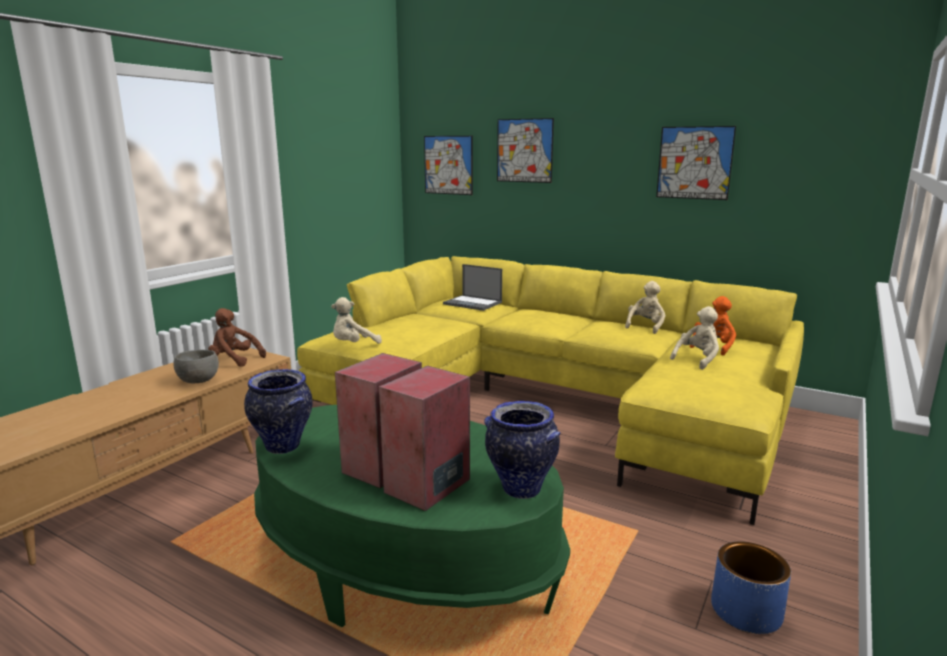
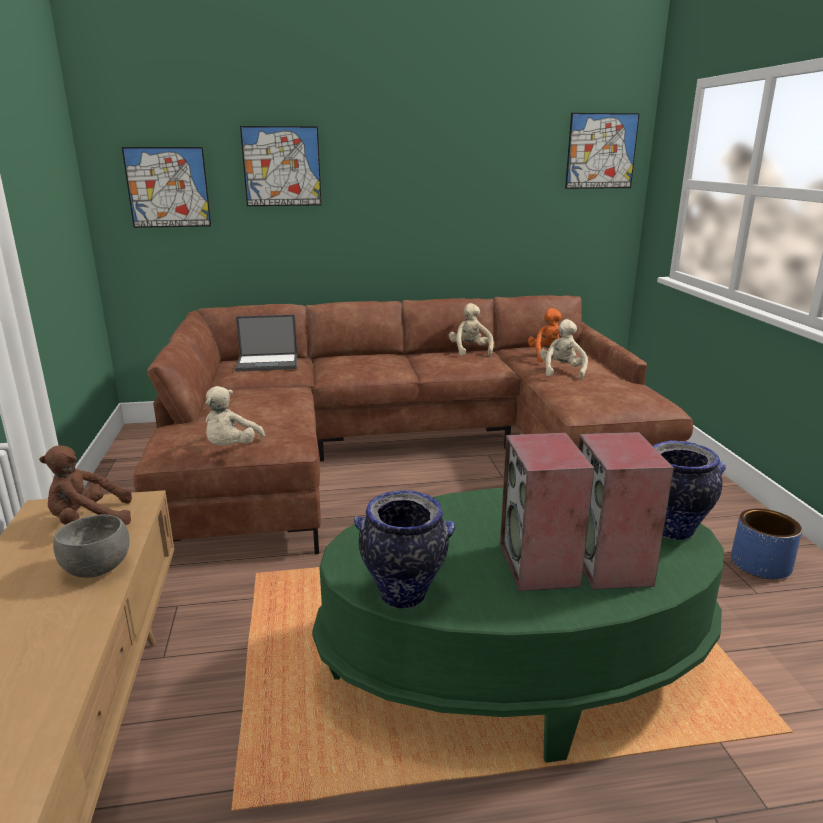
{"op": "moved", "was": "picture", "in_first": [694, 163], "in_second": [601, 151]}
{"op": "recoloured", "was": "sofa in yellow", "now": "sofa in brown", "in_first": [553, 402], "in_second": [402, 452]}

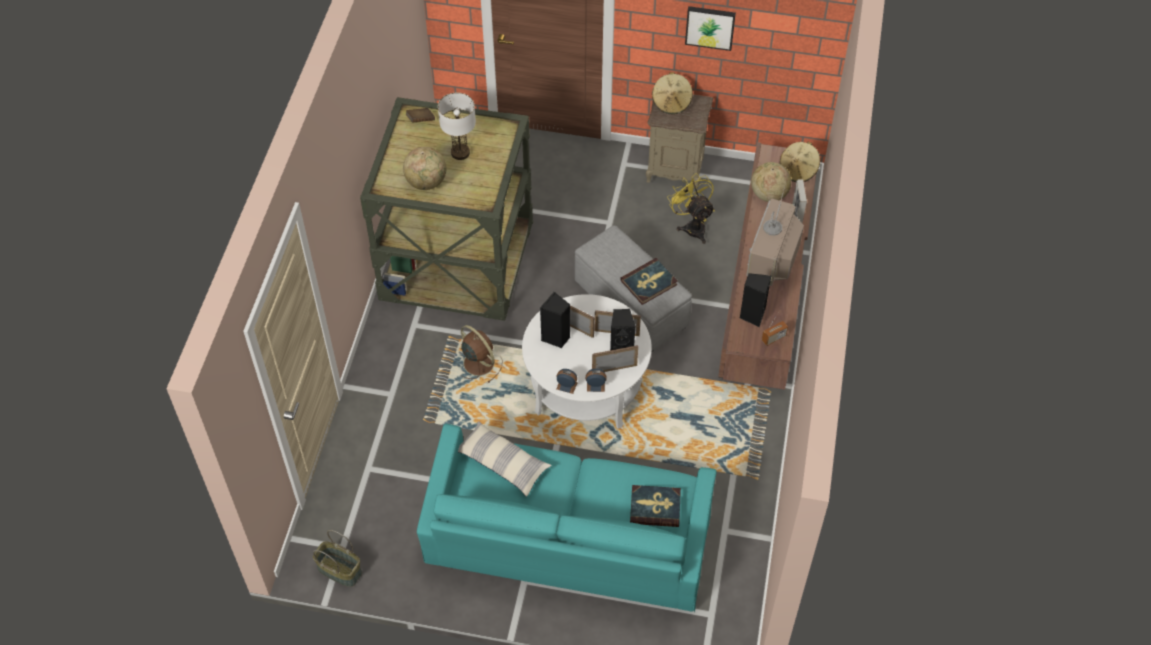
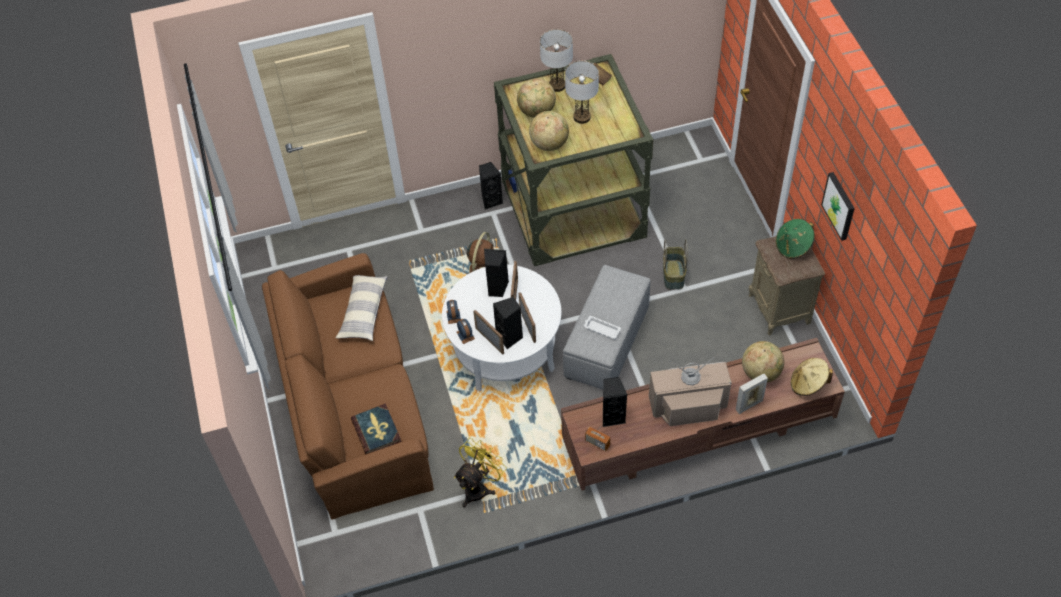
{"op": "recoloured", "was": "hat in beige", "now": "hat in green", "in_first": [671, 102], "in_second": [793, 246]}
{"op": "moved", "was": "fan in yellow", "in_first": [692, 226], "in_second": [479, 487]}
{"op": "replaced", "was": "book", "now": "tray in white", "in_first": [649, 283], "in_second": [601, 329]}
{"op": "recoloured", "was": "sofa in turquoise", "now": "sofa in brown", "in_first": [567, 539], "in_second": [354, 402]}
{"op": "moved", "was": "basket", "in_first": [340, 570], "in_second": [674, 275]}
{"op": "added", "now": "table lamp", "in_second": [557, 85]}
{"op": "added", "now": "globe", "in_second": [549, 144]}
{"op": "added", "now": "speaker in black", "in_second": [491, 200]}

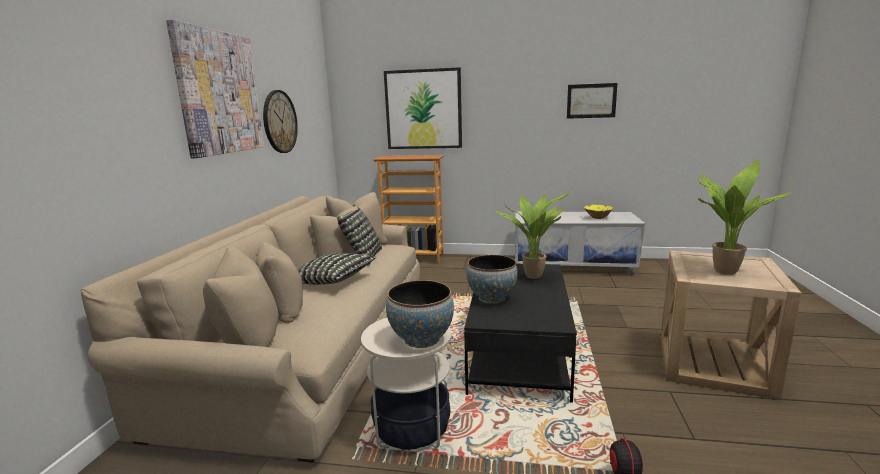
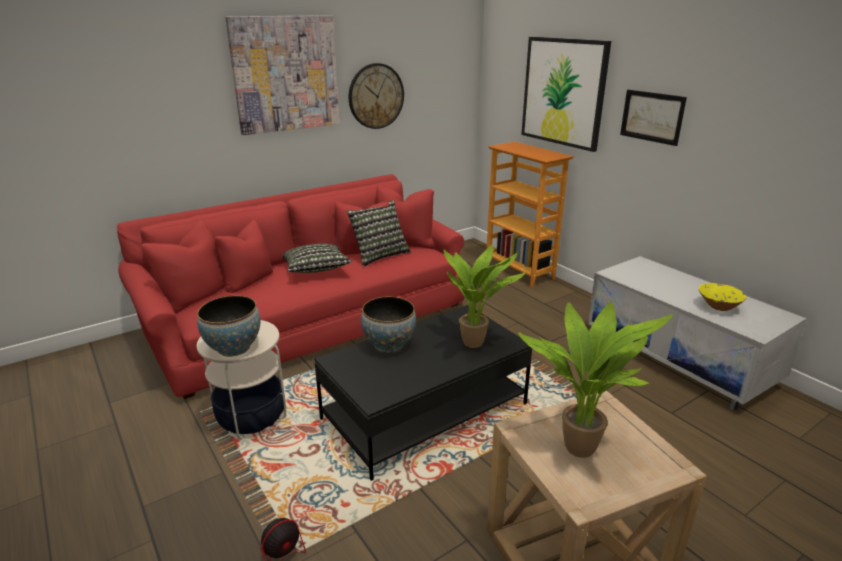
{"op": "moved", "was": "picture", "in_first": [591, 101], "in_second": [652, 116]}
{"op": "recoloured", "was": "sofa in beige", "now": "sofa in red", "in_first": [314, 344], "in_second": [311, 318]}

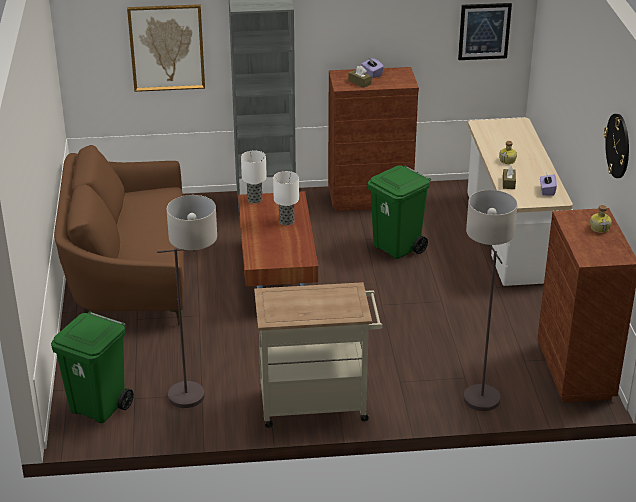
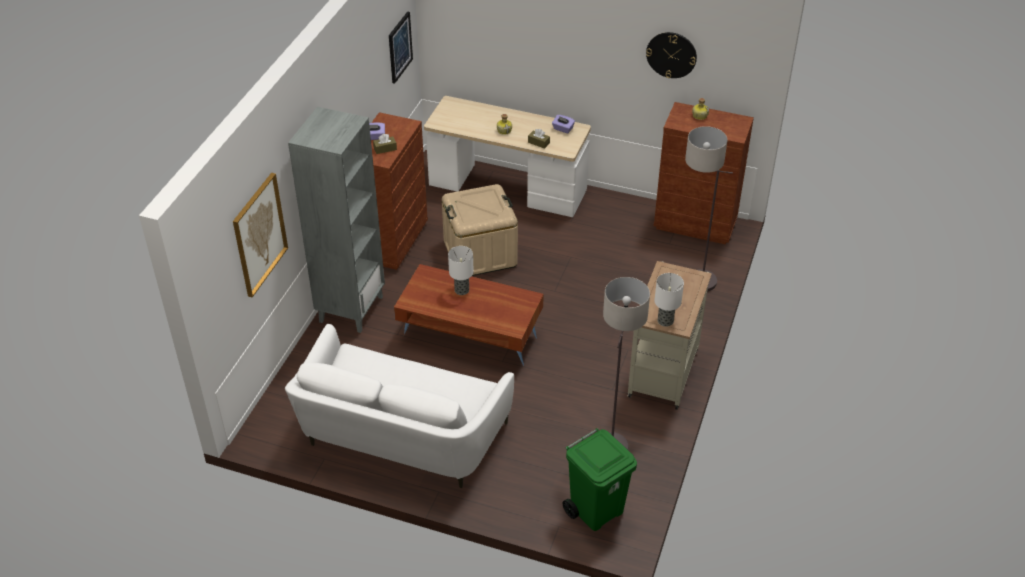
{"op": "recoloured", "was": "sofa in brown", "now": "sofa in white", "in_first": [129, 274], "in_second": [401, 436]}
{"op": "moved", "was": "table lamp", "in_first": [255, 200], "in_second": [665, 320]}
{"op": "replaced", "was": "trash can in green", "now": "storage box in beige", "in_first": [397, 248], "in_second": [480, 253]}

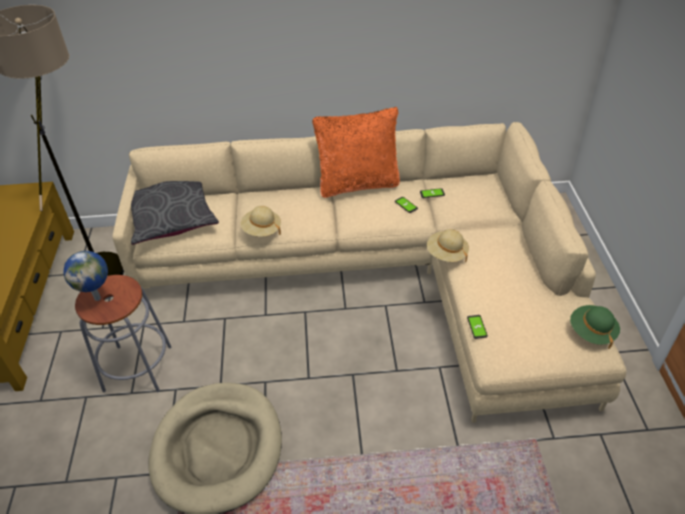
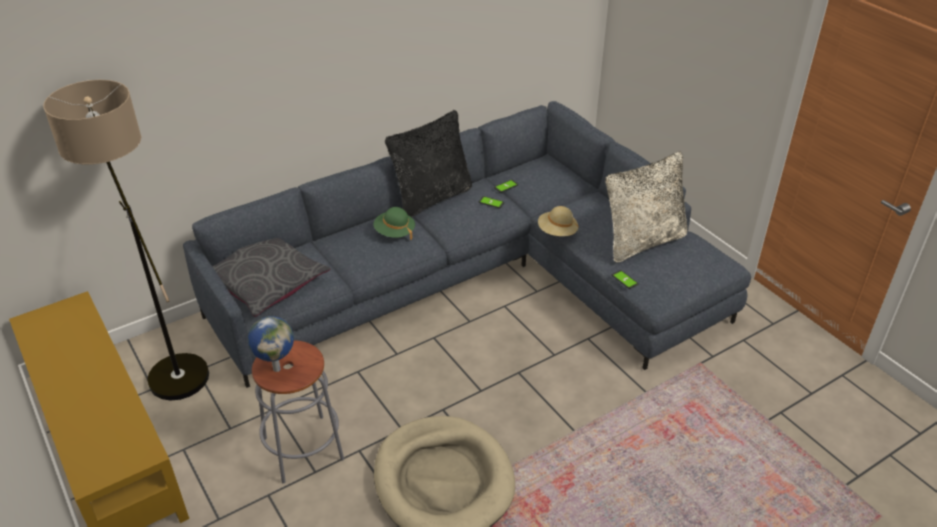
{"op": "recoloured", "was": "pillow in orange", "now": "pillow in black", "in_first": [359, 186], "in_second": [433, 199]}
{"op": "recoloured", "was": "sofa in beige", "now": "sofa in blue", "in_first": [383, 273], "in_second": [482, 279]}
{"op": "removed", "was": "hat in beige", "in_first": [261, 230]}
{"op": "moved", "was": "hat in green", "in_first": [591, 332], "in_second": [394, 232]}
{"op": "added", "now": "pillow in beige", "in_second": [643, 243]}

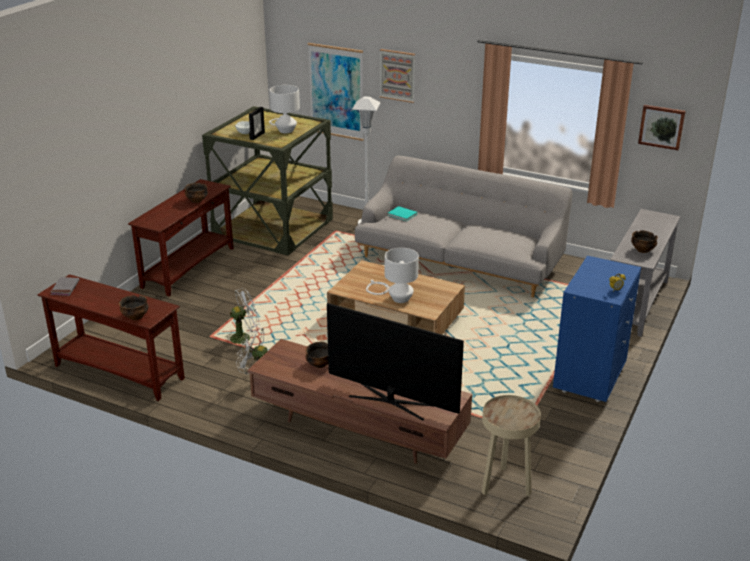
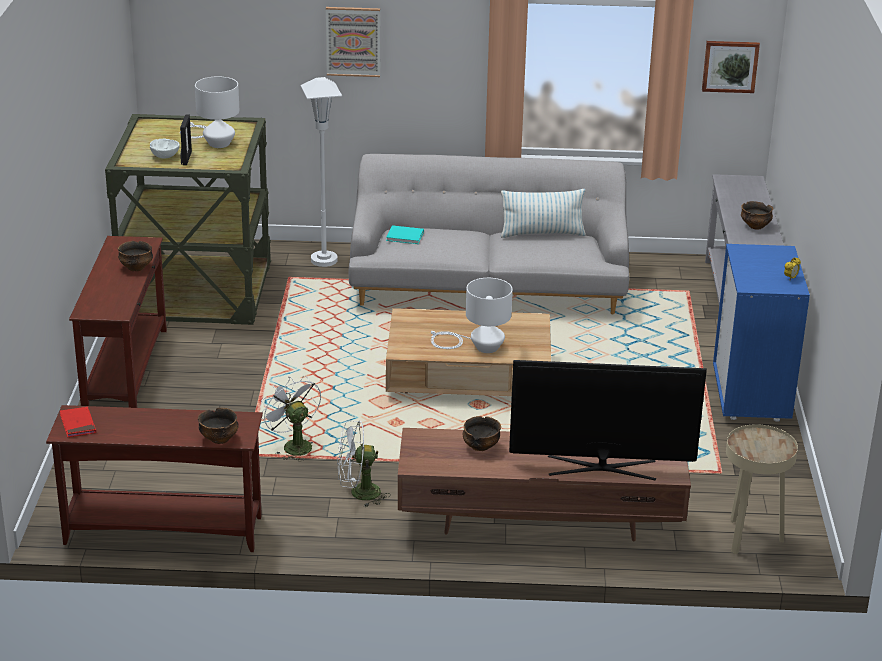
{"op": "removed", "was": "picture", "in_first": [336, 91]}
{"op": "recoloured", "was": "book in grey", "now": "book in red", "in_first": [65, 288], "in_second": [78, 424]}
{"op": "turned", "was": "fan in white", "in_first": [244, 337], "in_second": [293, 445], "clockwise": -75}
{"op": "added", "now": "pillow", "in_second": [542, 234]}

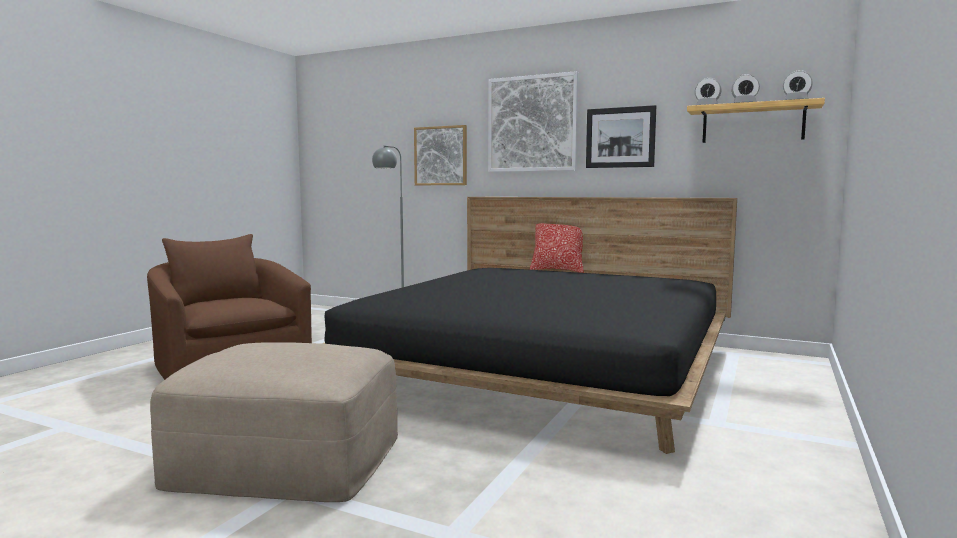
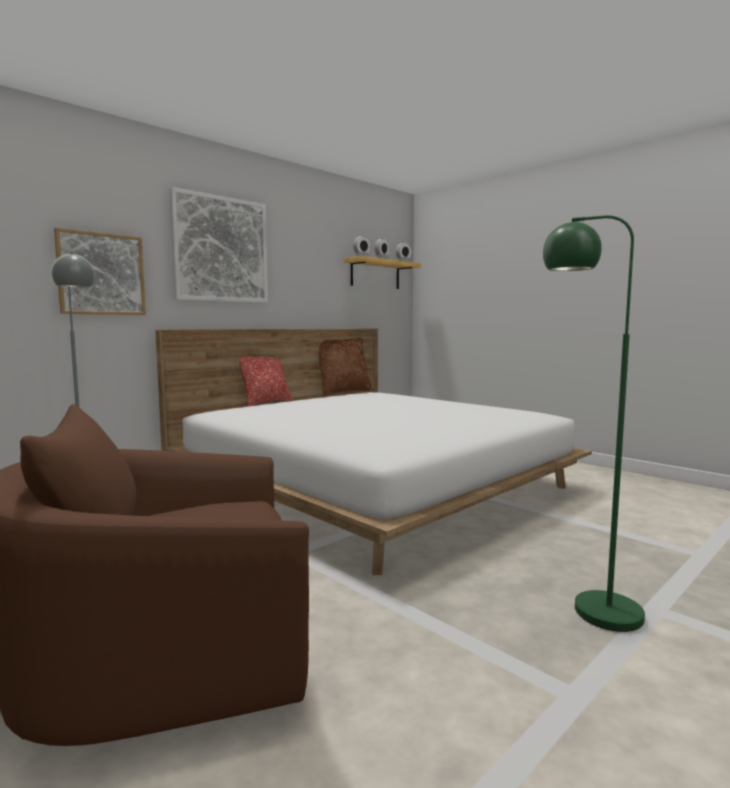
{"op": "removed", "was": "picture", "in_first": [620, 137]}
{"op": "recoloured", "was": "bed in black", "now": "bed in white", "in_first": [542, 369], "in_second": [375, 486]}
{"op": "replaced", "was": "ottoman in beige", "now": "floor lamp in green", "in_first": [286, 459], "in_second": [586, 609]}
{"op": "added", "now": "pillow in brown", "in_second": [344, 393]}

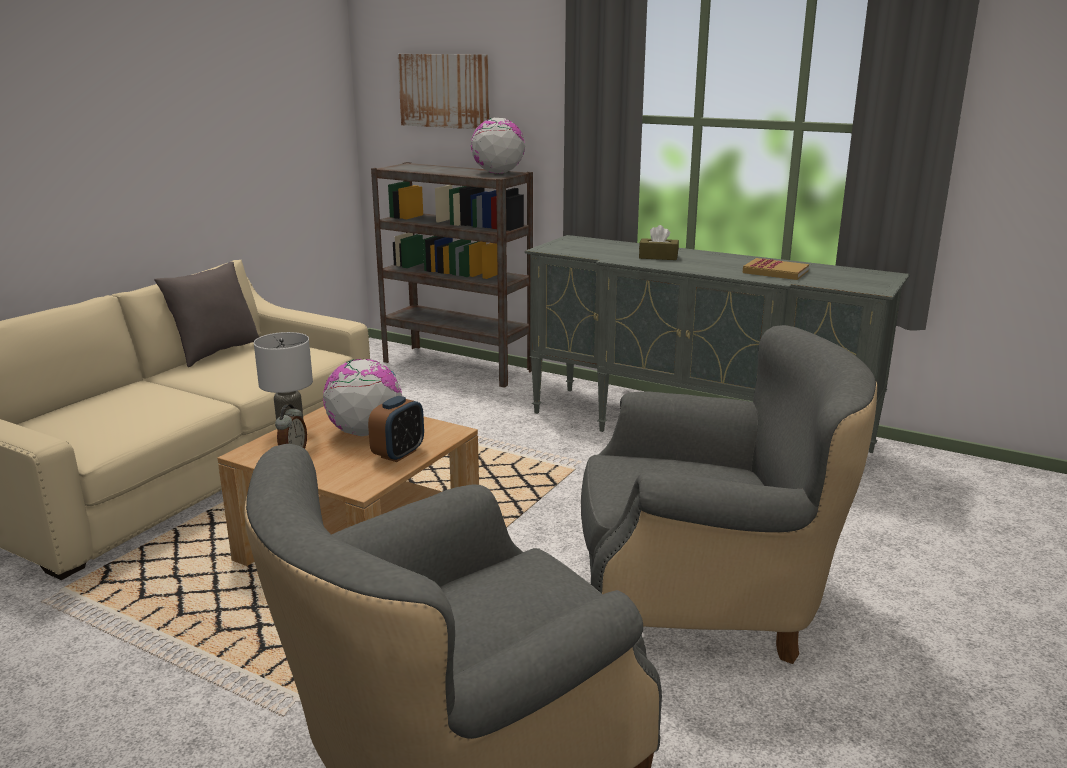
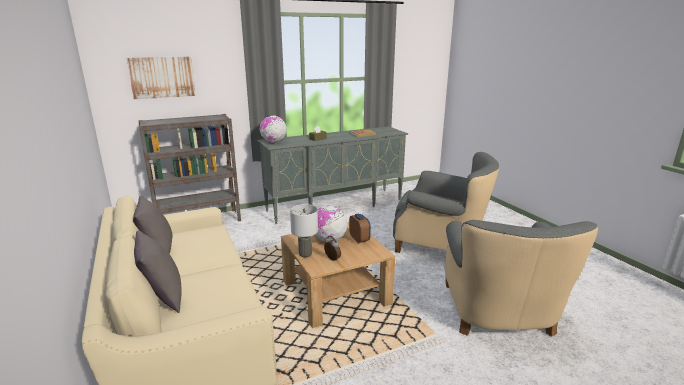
{"op": "moved", "was": "globe", "in_first": [498, 173], "in_second": [273, 142]}
{"op": "turned", "was": "armchair in grey", "in_first": [704, 600], "in_second": [439, 244], "clockwise": 75}
{"op": "added", "now": "pillow in grey", "in_second": [163, 298]}

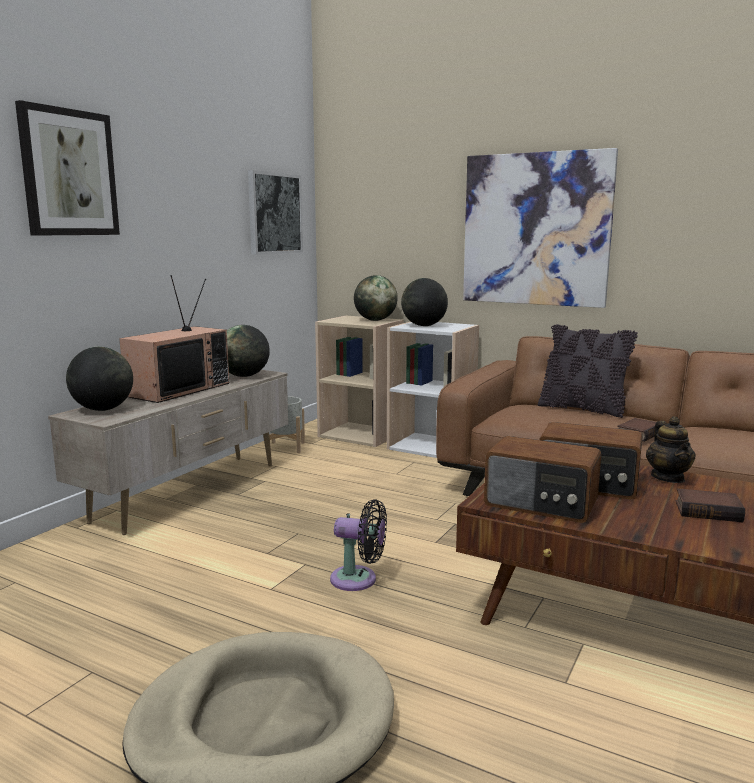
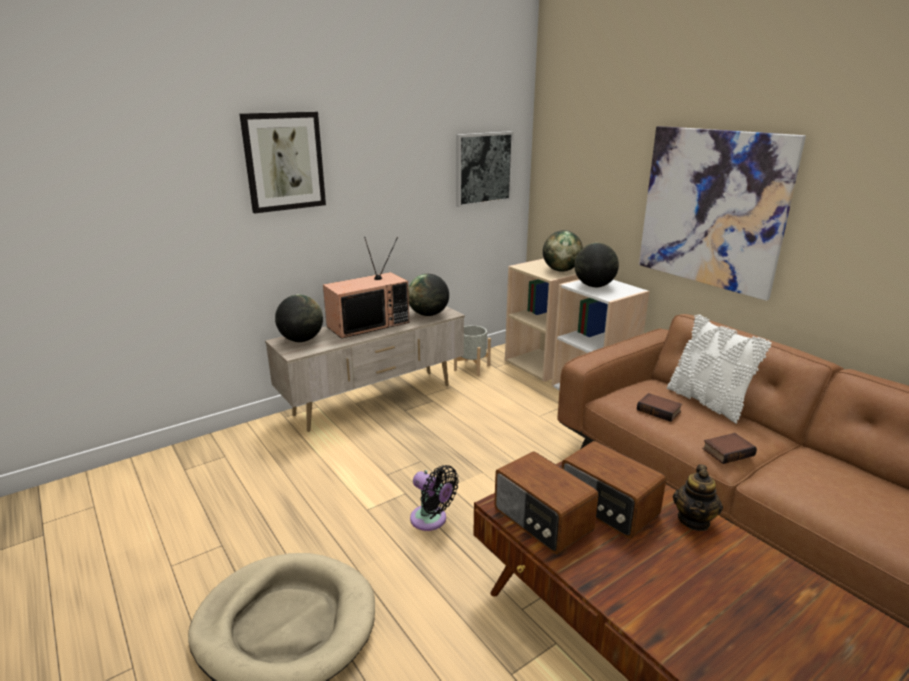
{"op": "recoloured", "was": "pillow in black", "now": "pillow in white", "in_first": [583, 409], "in_second": [708, 402]}
{"op": "moved", "was": "book", "in_first": [708, 511], "in_second": [659, 410]}

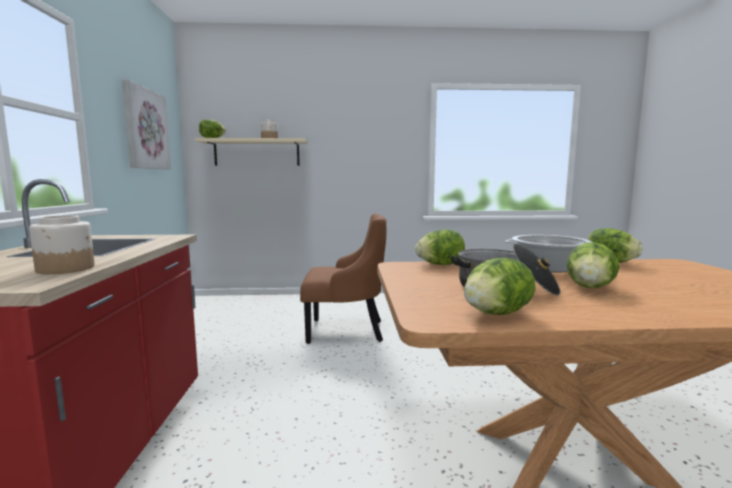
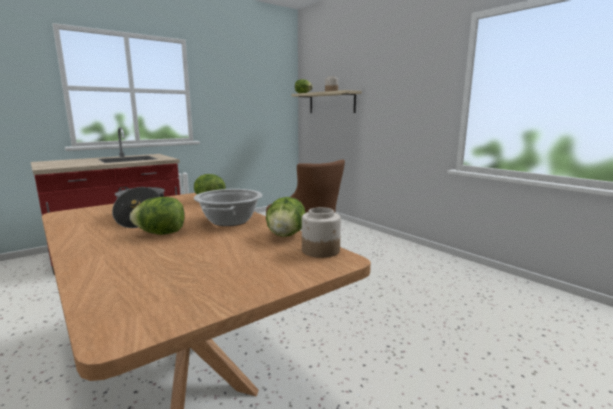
{"op": "removed", "was": "picture", "in_first": [146, 129]}
{"op": "moved", "was": "jar", "in_first": [66, 269], "in_second": [321, 250]}
{"op": "removed", "was": "lettuce", "in_first": [496, 313]}

